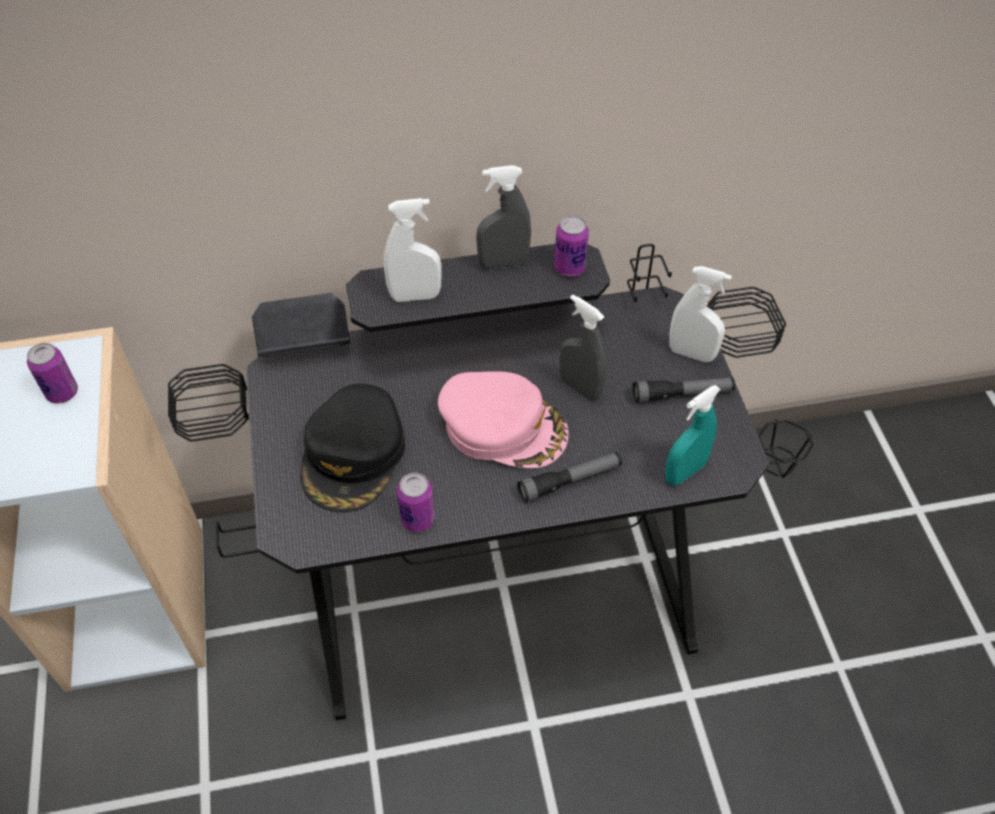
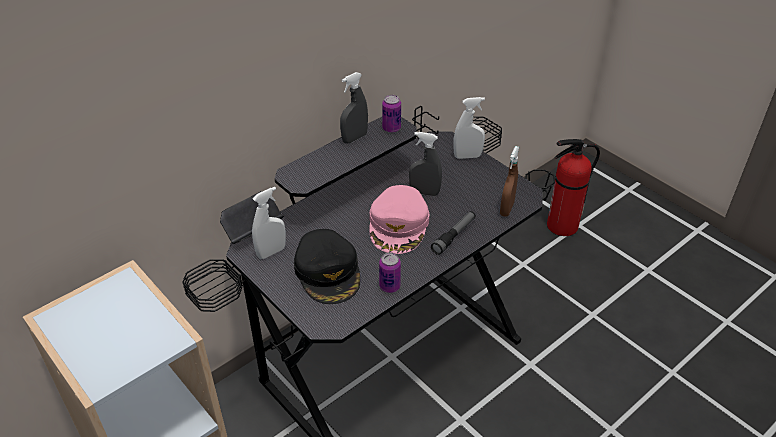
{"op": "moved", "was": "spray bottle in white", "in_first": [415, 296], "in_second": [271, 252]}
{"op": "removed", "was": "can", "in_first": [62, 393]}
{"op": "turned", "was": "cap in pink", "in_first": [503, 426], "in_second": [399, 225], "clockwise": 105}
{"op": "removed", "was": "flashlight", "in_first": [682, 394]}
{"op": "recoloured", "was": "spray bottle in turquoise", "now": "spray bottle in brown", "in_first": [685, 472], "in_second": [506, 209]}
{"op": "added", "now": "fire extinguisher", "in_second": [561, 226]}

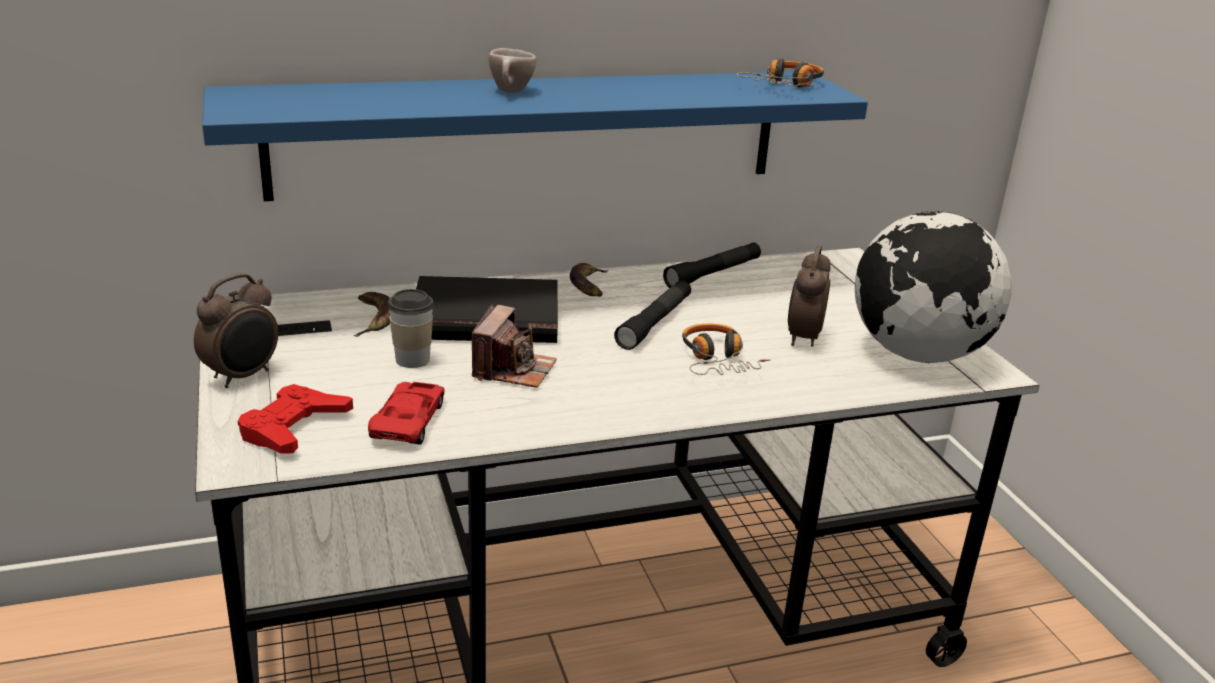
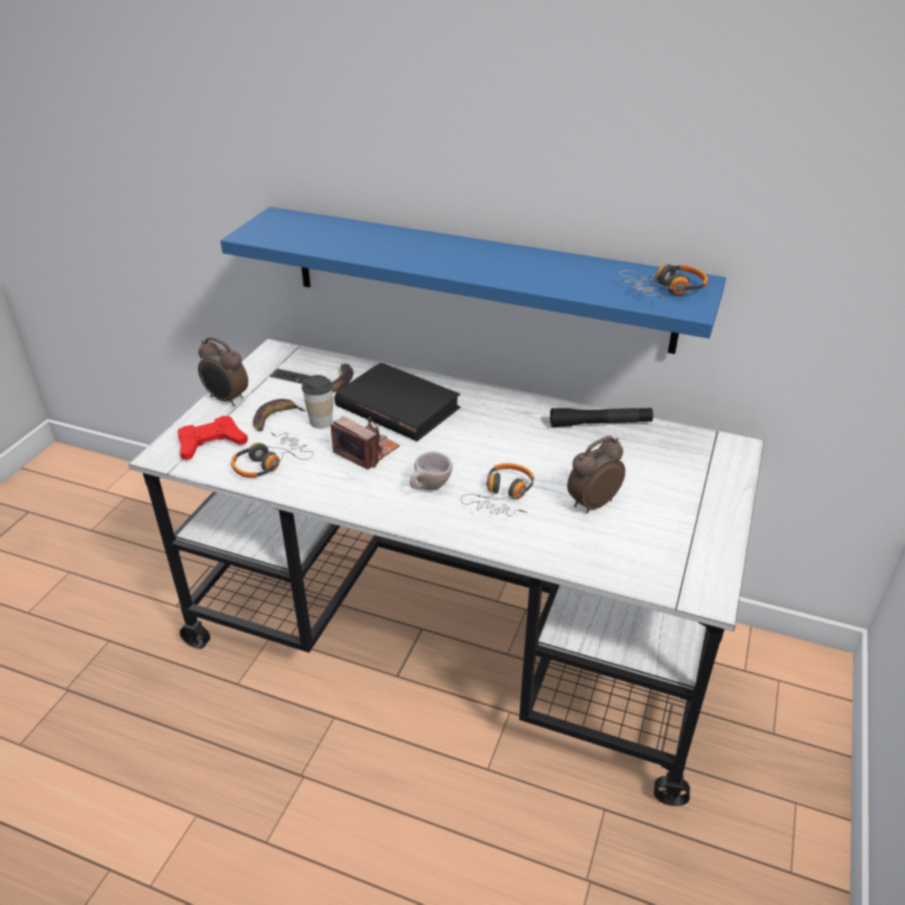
{"op": "moved", "was": "cup in beige", "in_first": [511, 93], "in_second": [429, 489]}
{"op": "removed", "was": "globe", "in_first": [917, 355]}
{"op": "moved", "was": "banana", "in_first": [589, 285], "in_second": [275, 418]}
{"op": "turned", "was": "alarm clock", "in_first": [243, 376], "in_second": [227, 399], "clockwise": 45}
{"op": "removed", "was": "flashlight in black", "in_first": [655, 323]}
{"op": "turned", "was": "photo camera", "in_first": [513, 369], "in_second": [366, 451], "clockwise": -105}
{"op": "replaced", "was": "toy car in red", "now": "headphones", "in_first": [409, 420], "in_second": [270, 463]}

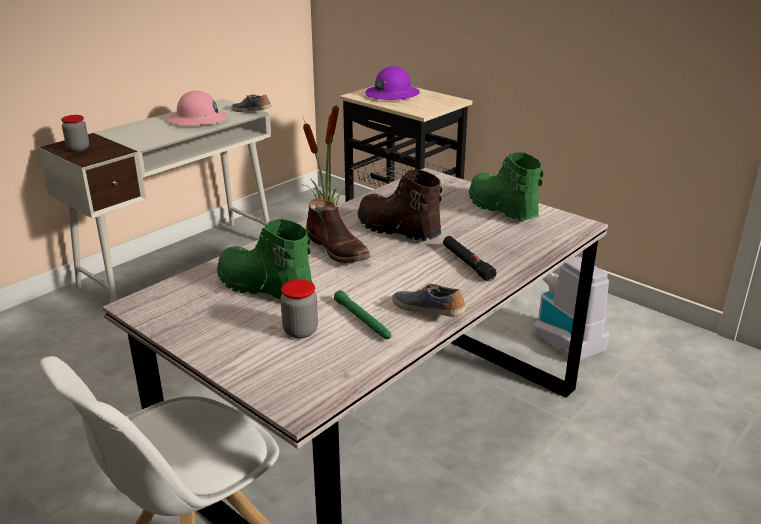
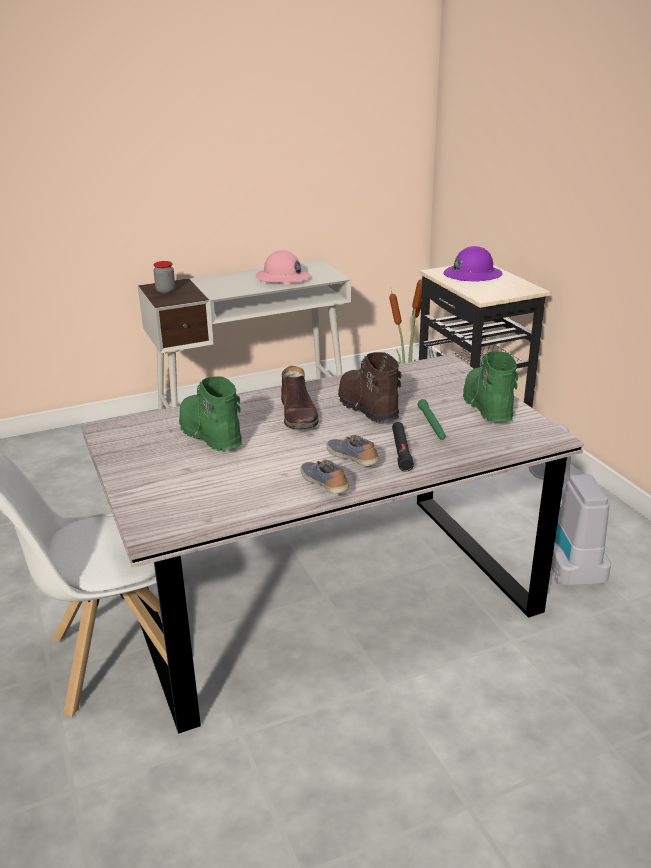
{"op": "moved", "was": "shoe", "in_first": [252, 112], "in_second": [353, 459]}
{"op": "removed", "was": "jar", "in_first": [300, 331]}
{"op": "moved", "was": "flashlight in green", "in_first": [363, 320], "in_second": [432, 424]}

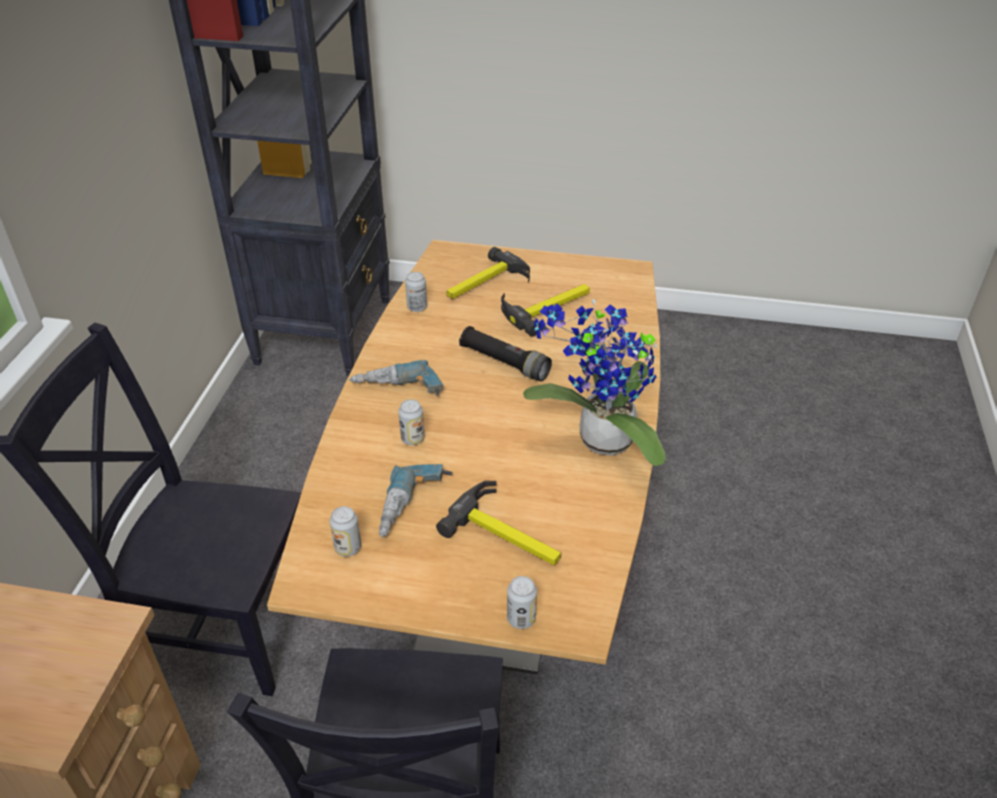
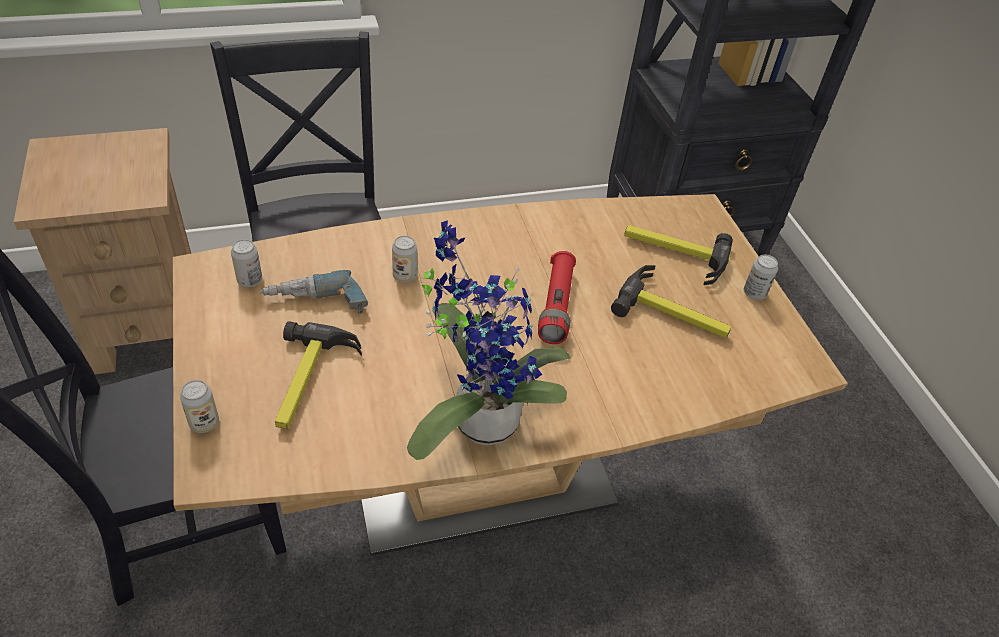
{"op": "moved", "was": "can", "in_first": [417, 307], "in_second": [754, 293]}
{"op": "recoloured", "was": "flashlight in black", "now": "flashlight in red", "in_first": [504, 363], "in_second": [556, 306]}
{"op": "removed", "was": "power drill", "in_first": [397, 392]}

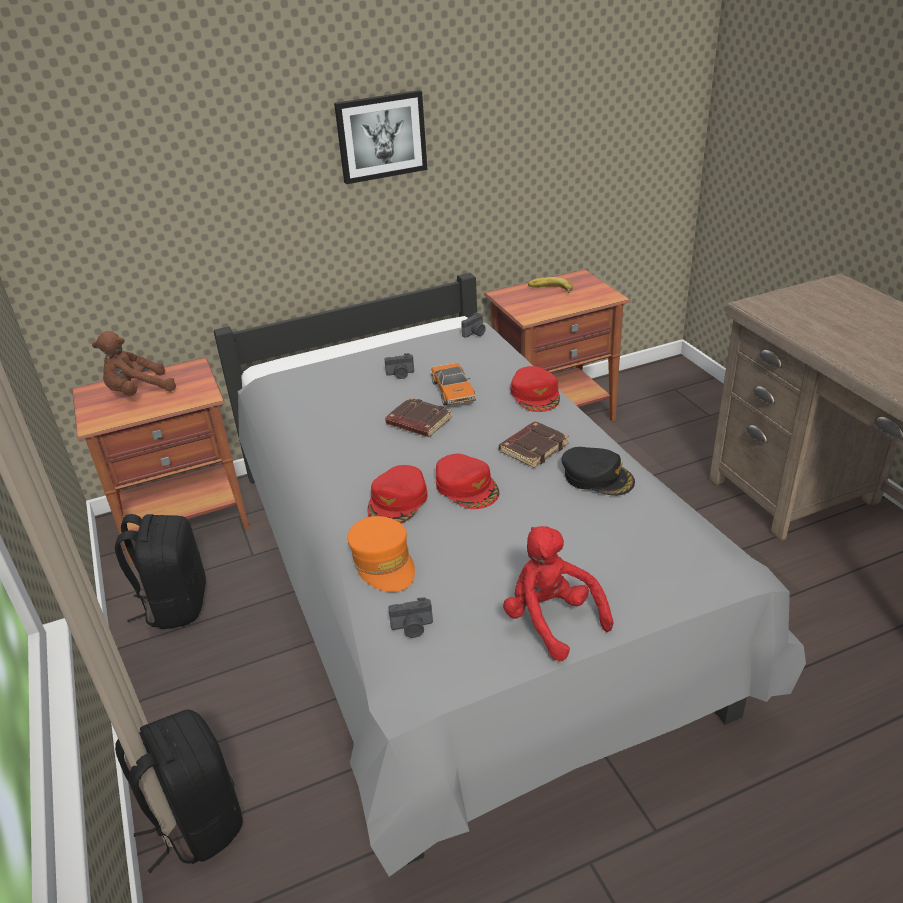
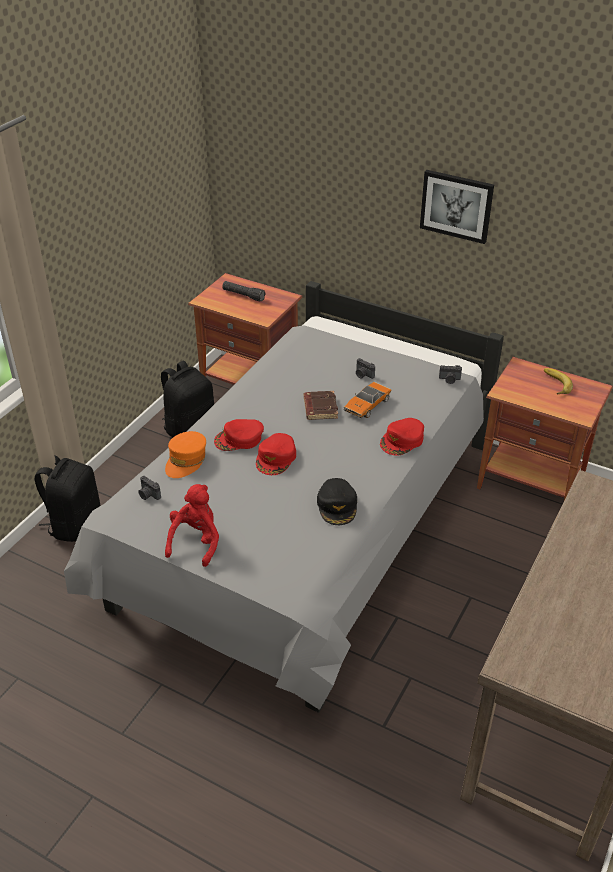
{"op": "replaced", "was": "plush toy in brown", "now": "flashlight in black", "in_first": [138, 392], "in_second": [243, 295]}
{"op": "removed", "was": "book in brown", "in_first": [533, 448]}

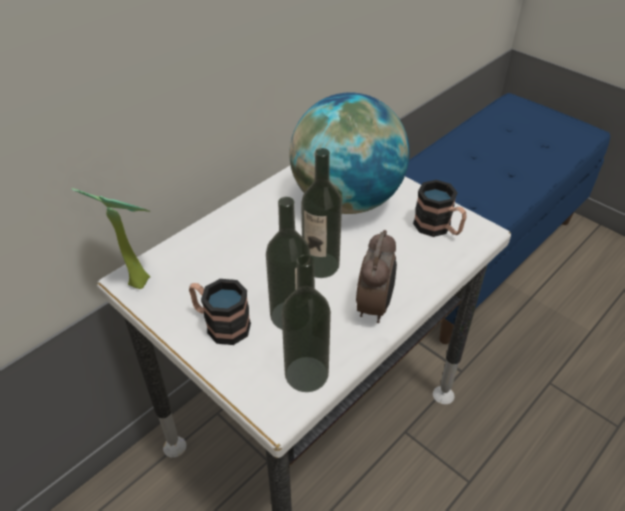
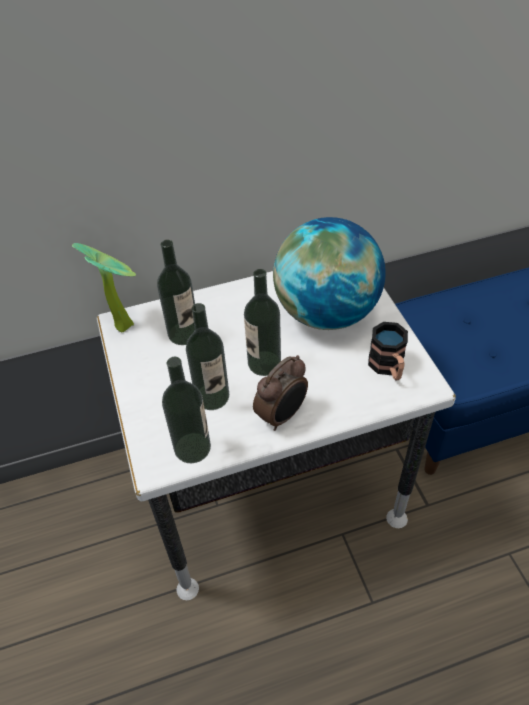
{"op": "removed", "was": "mug", "in_first": [220, 324]}
{"op": "added", "now": "bottle", "in_second": [183, 333]}

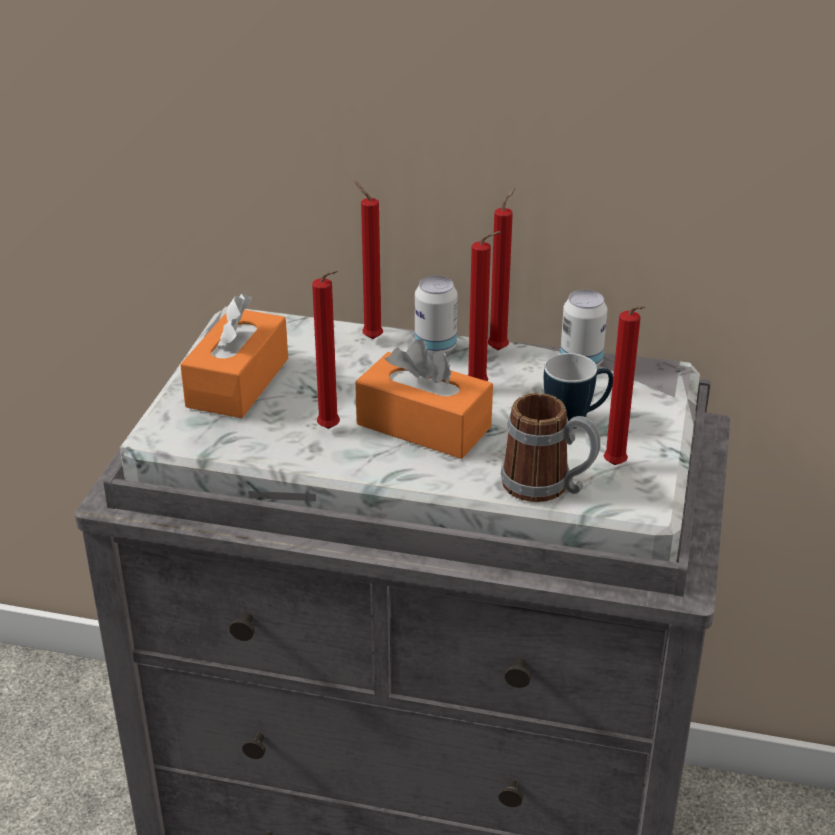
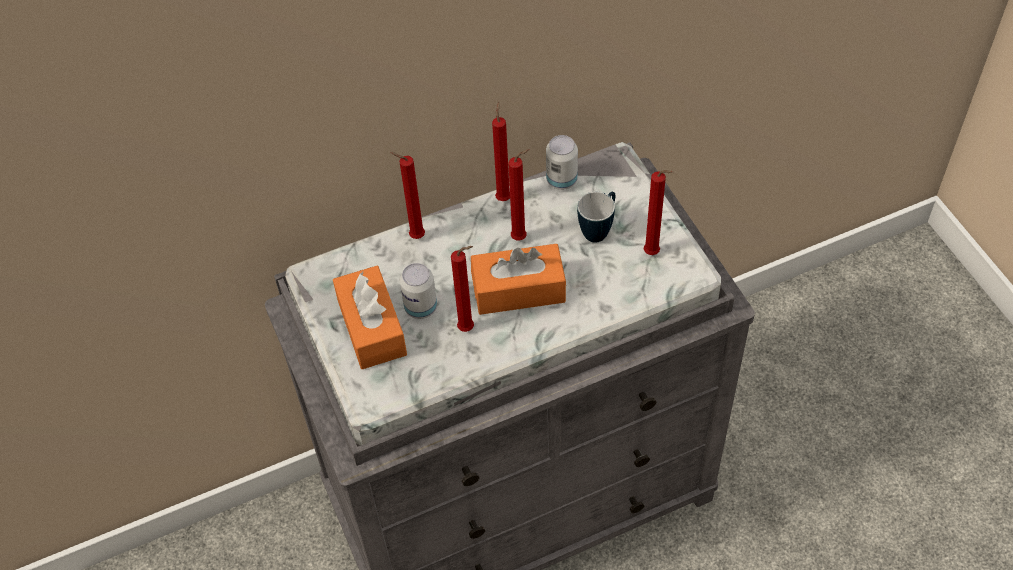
{"op": "moved", "was": "can", "in_first": [435, 347], "in_second": [421, 307]}
{"op": "removed", "was": "mug", "in_first": [548, 487]}

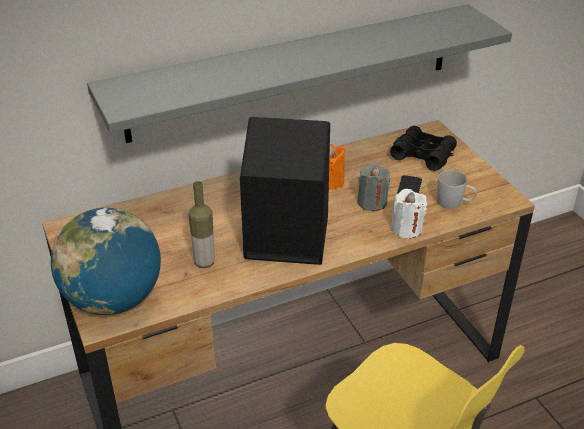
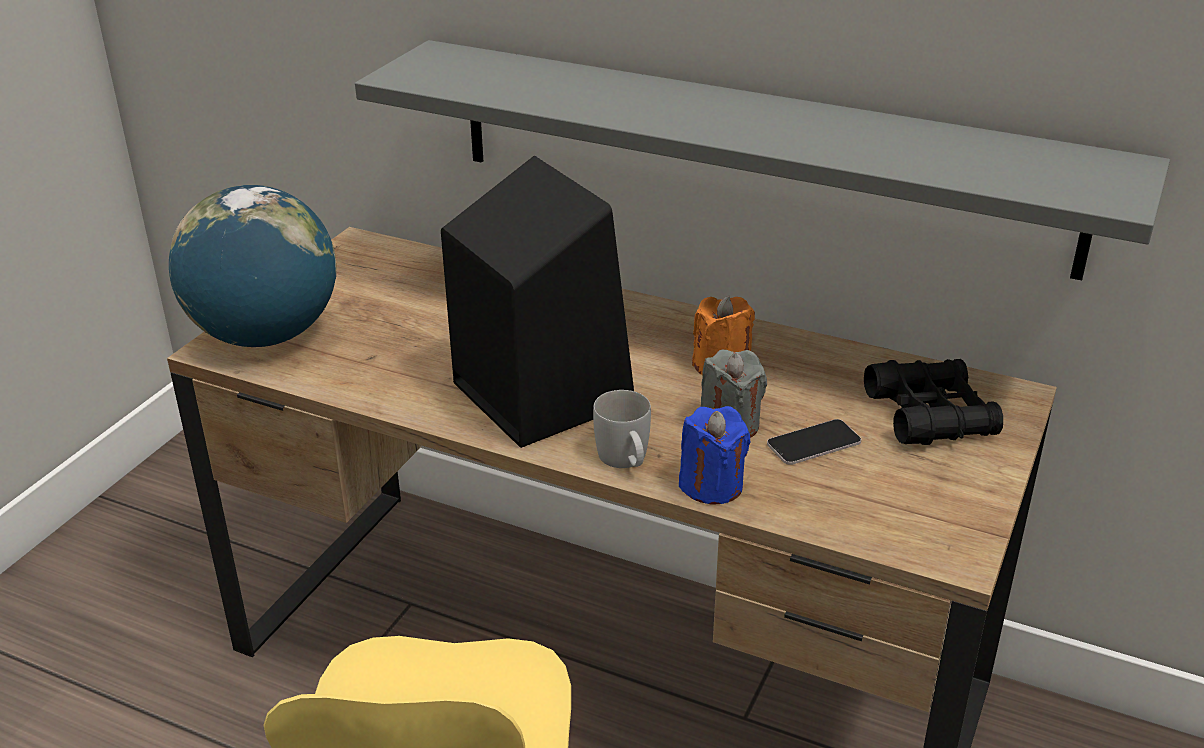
{"op": "moved", "was": "mug in white", "in_first": [454, 203], "in_second": [625, 461]}
{"op": "removed", "was": "bottle", "in_first": [204, 262]}
{"op": "recoloured", "was": "candle in white", "now": "candle in blue", "in_first": [406, 229], "in_second": [711, 485]}

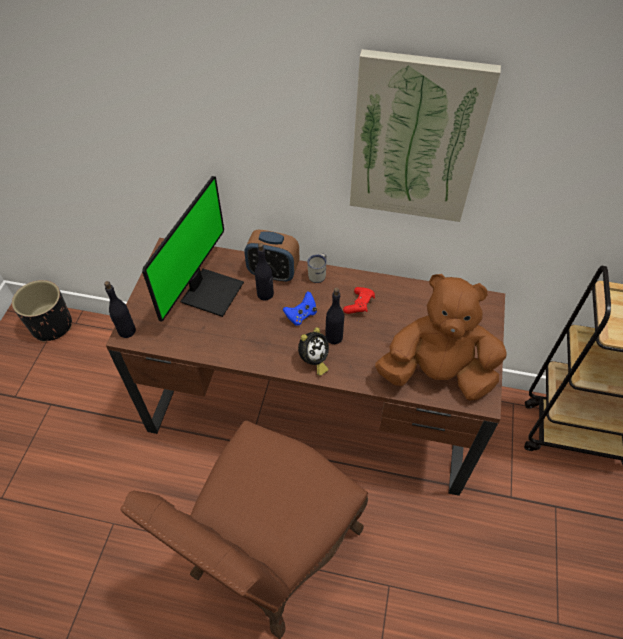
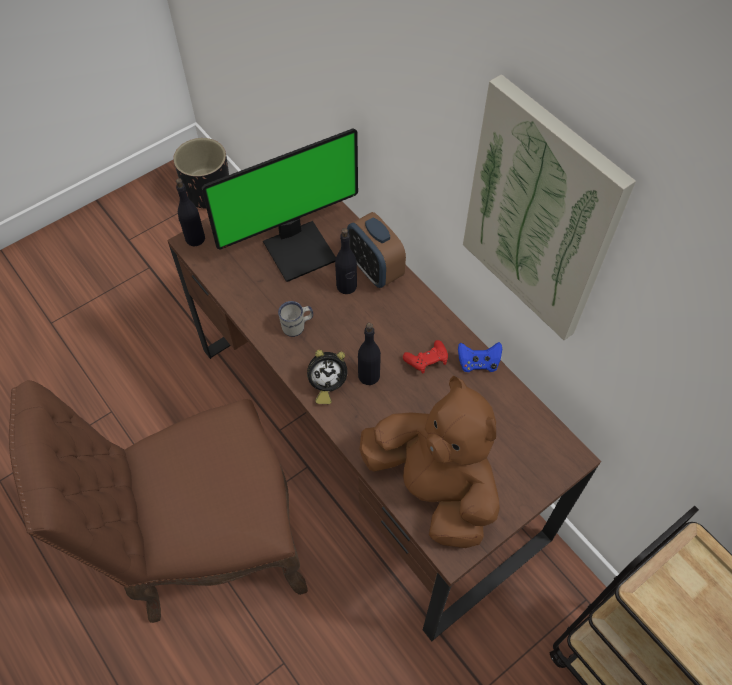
{"op": "moved", "was": "mug in white", "in_first": [318, 274], "in_second": [297, 326]}
{"op": "moved", "was": "game controller in blue", "in_first": [301, 315], "in_second": [478, 363]}

